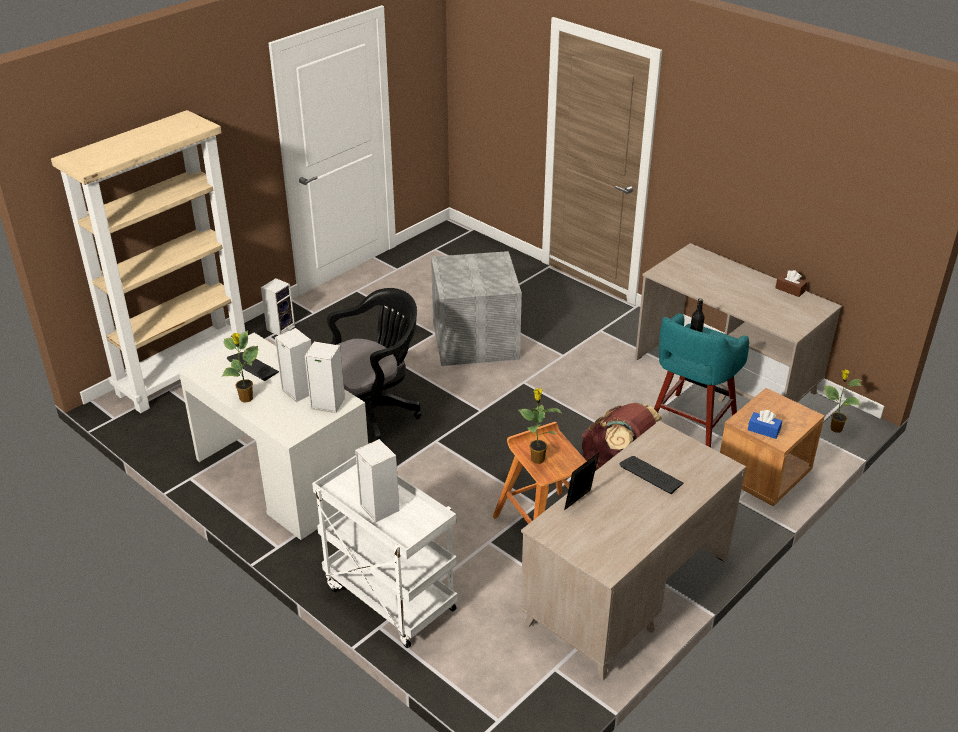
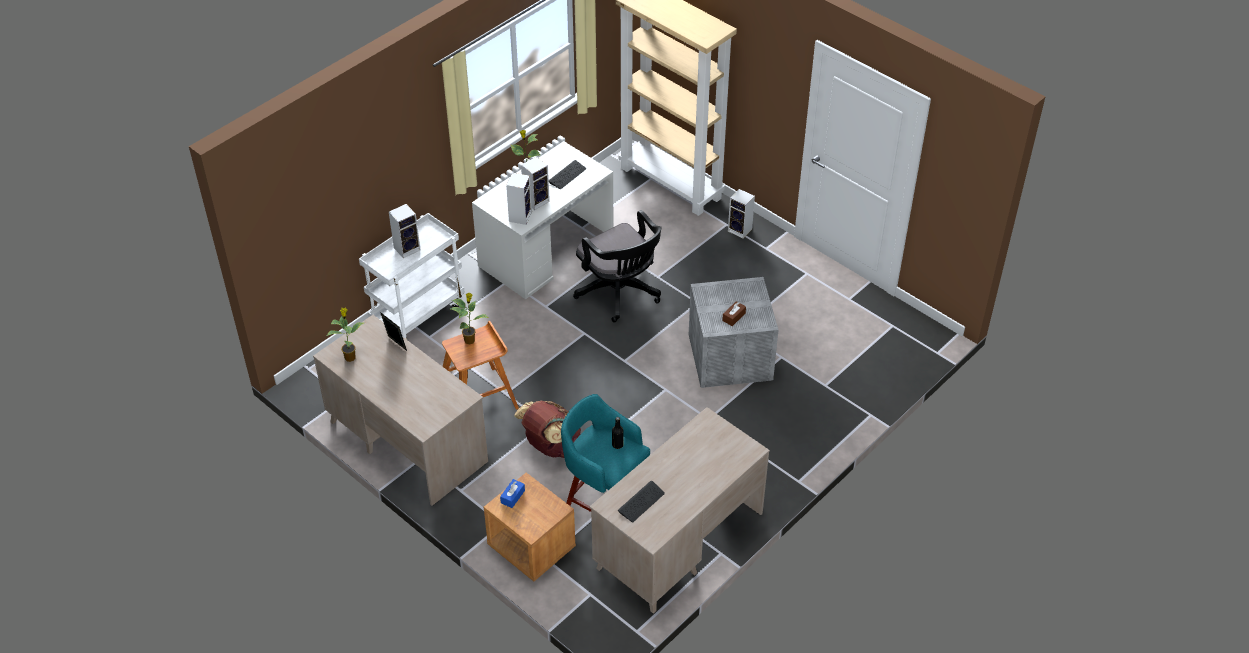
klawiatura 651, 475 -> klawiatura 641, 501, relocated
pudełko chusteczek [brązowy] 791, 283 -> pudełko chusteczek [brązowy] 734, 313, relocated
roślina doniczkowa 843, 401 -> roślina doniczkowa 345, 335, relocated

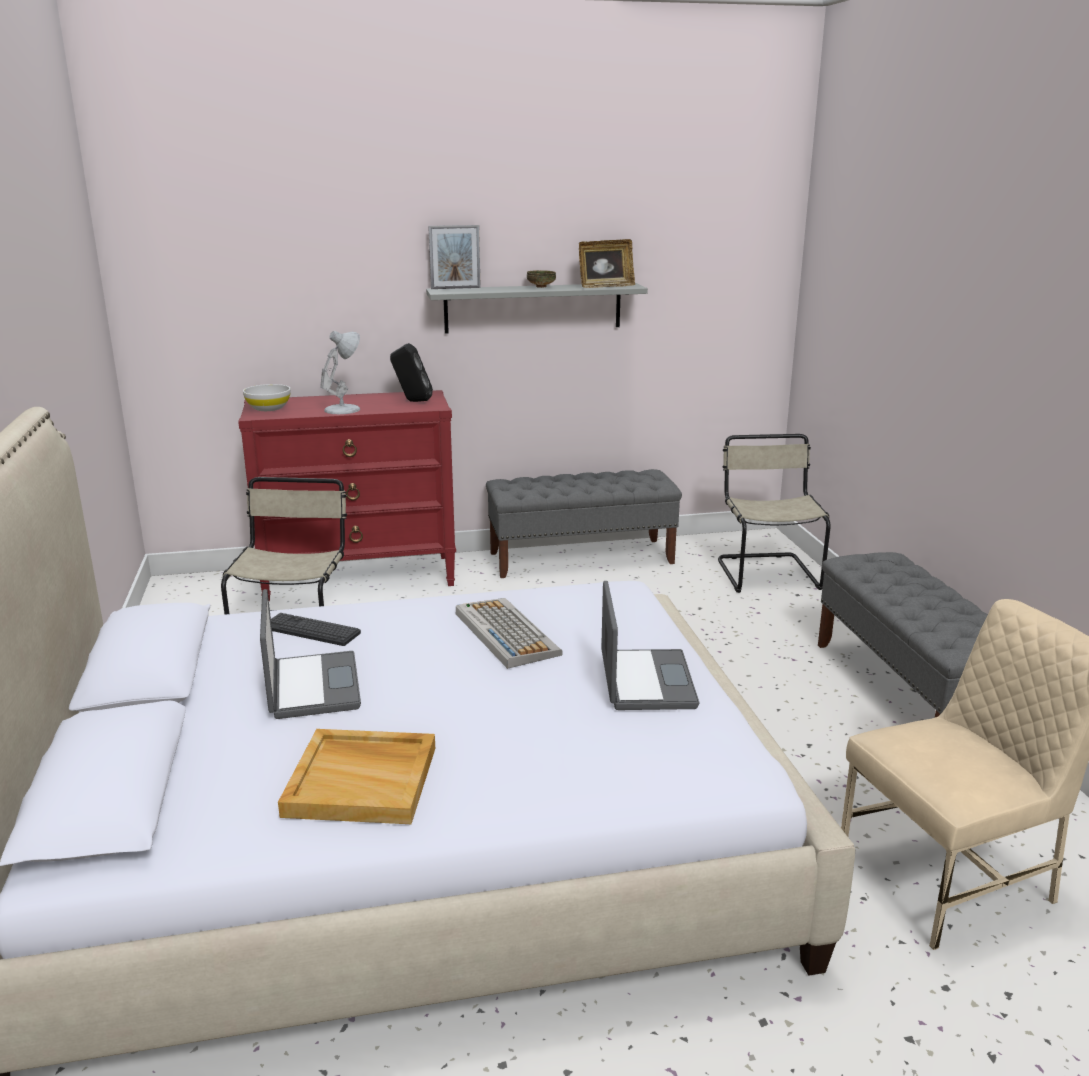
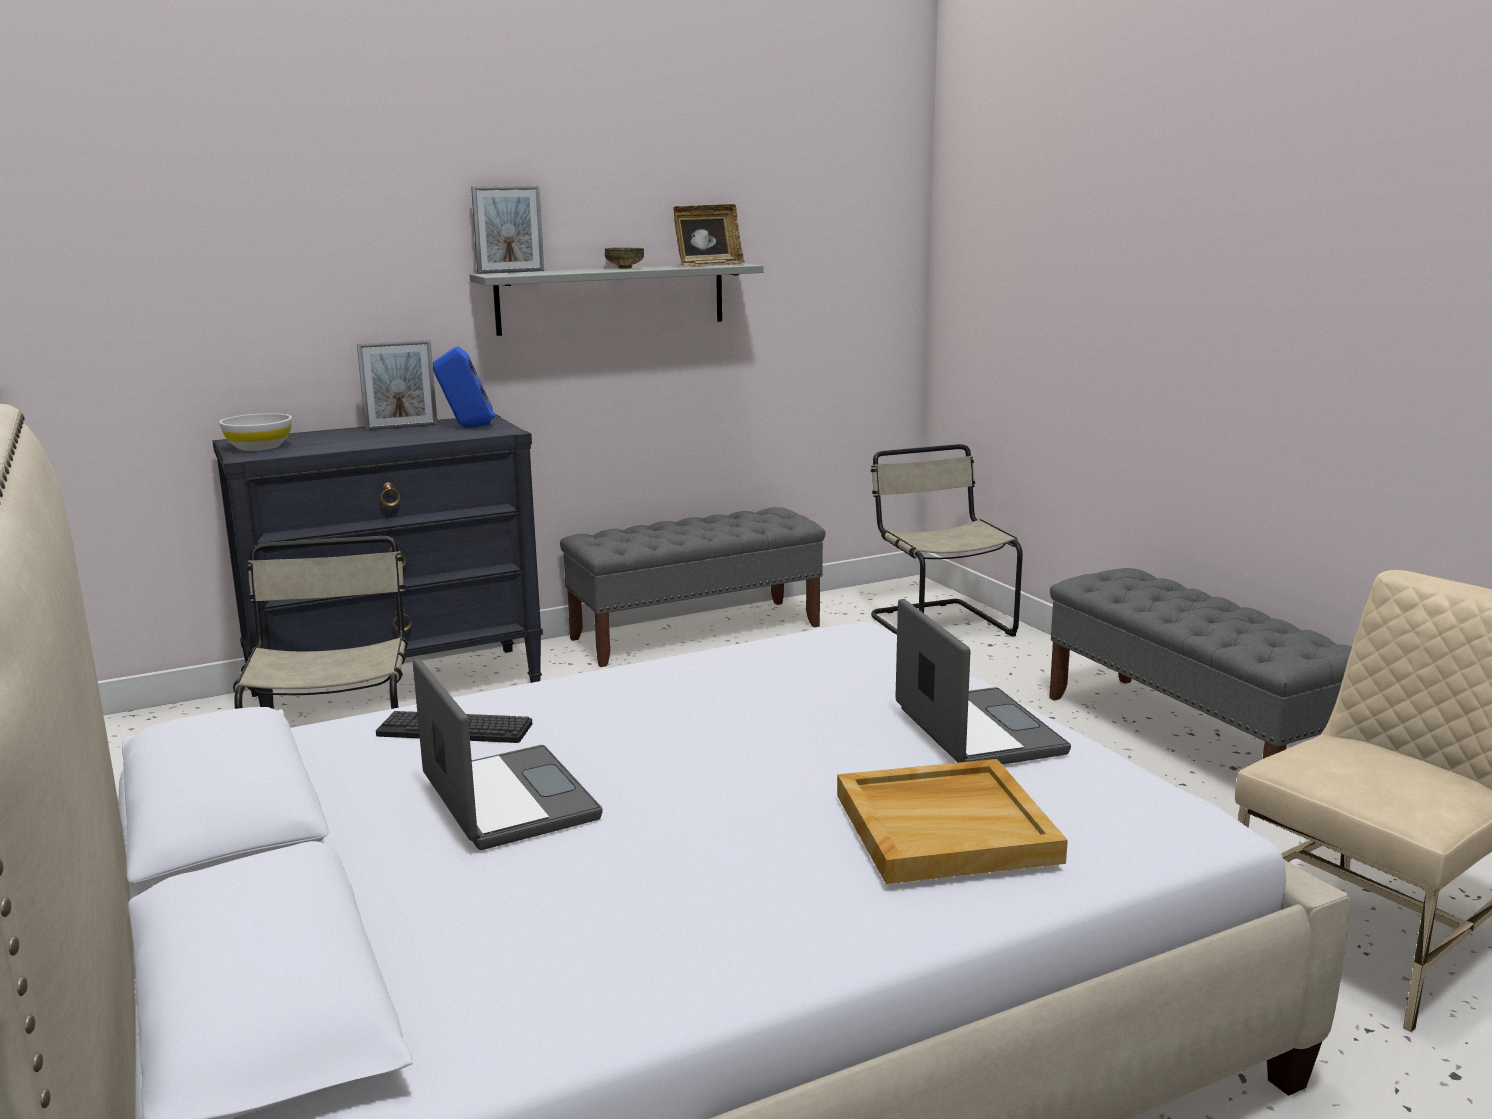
lampa stołowa [biały] 340, 372 -> none
klawiatura 509, 633 -> none
none -> ramka na zdjęcie 397, 385
taca [beżowy] 356, 776 -> taca [beżowy] 952, 821, relocated
komoda [czerwony] 347, 495 -> komoda [czarny] 378, 561
głośnik [czarny] 411, 372 -> głośnik [niebieski] 464, 387

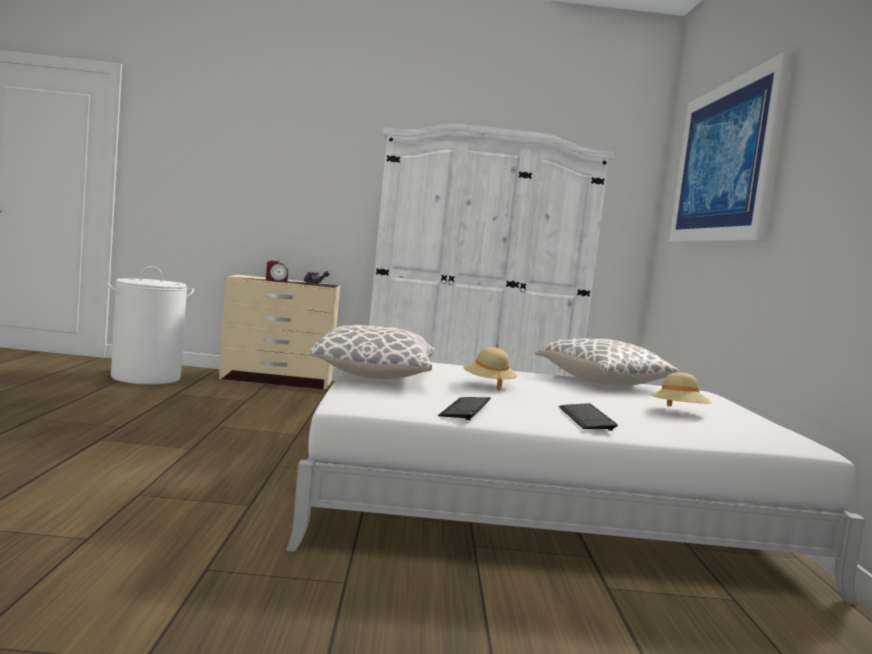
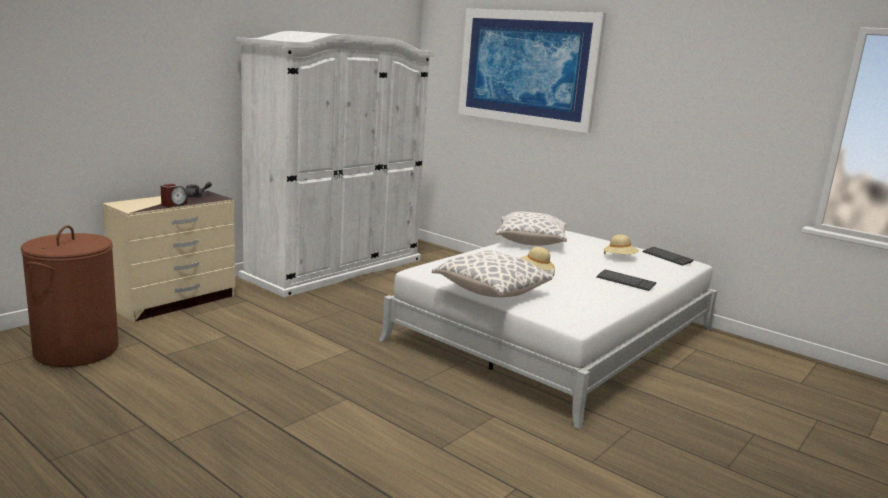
klawiatura 464, 408 -> klawiatura 668, 256, relocated
kosz na pranie [biały] 150, 325 -> kosz na pranie [brązowy] 70, 296

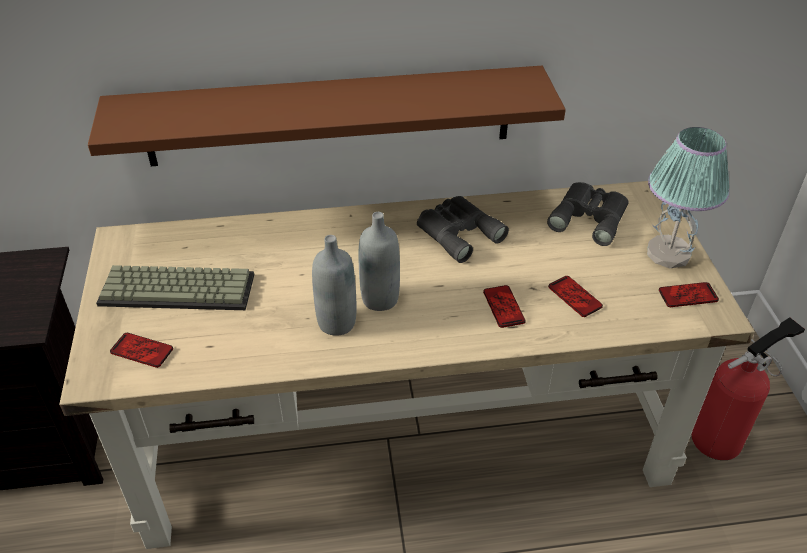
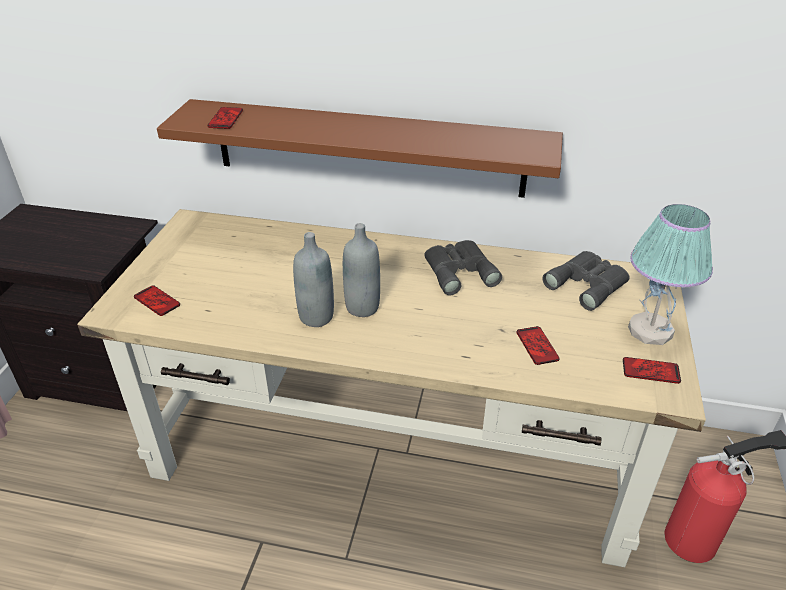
klawiatura 175, 287 -> none
telefon 504, 306 -> telefon 225, 118, relocated

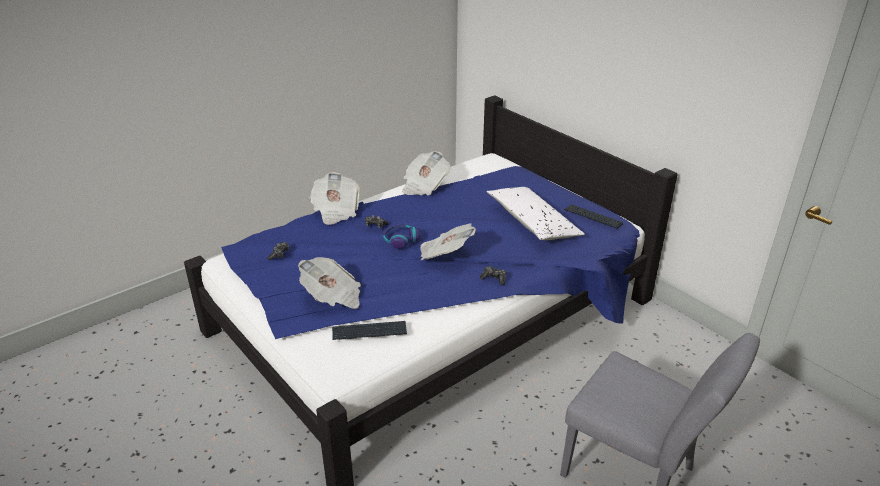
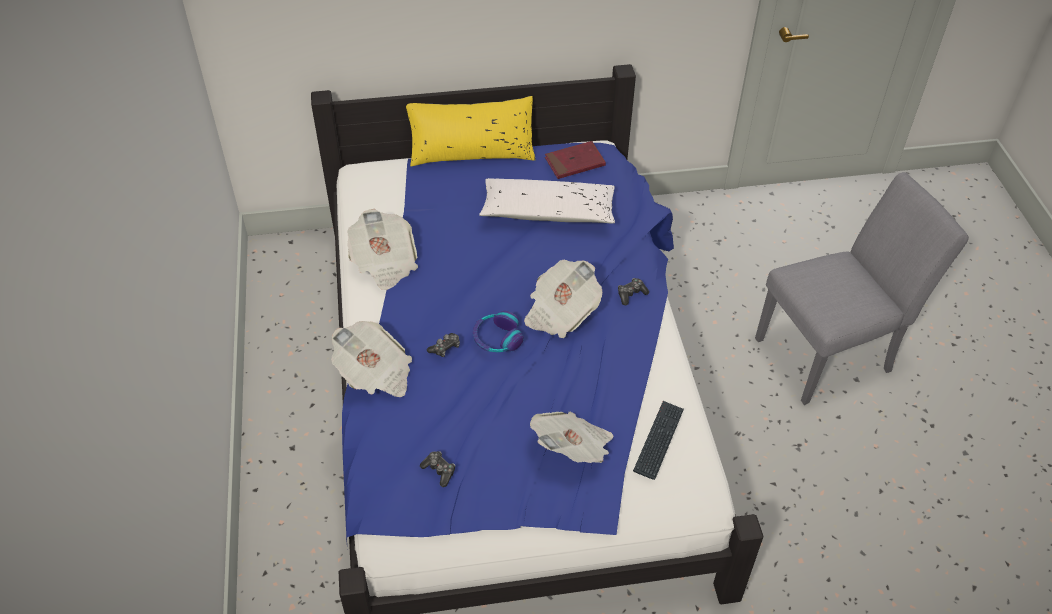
none -> poduszka [żółty] 471, 131
klawiatura 593, 216 -> książka [czerwony] 575, 160

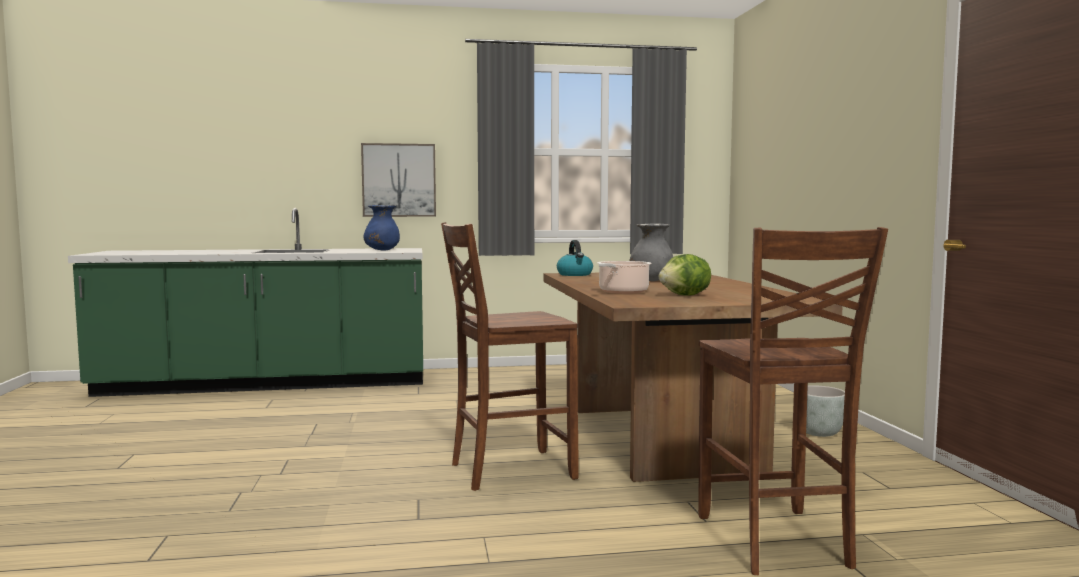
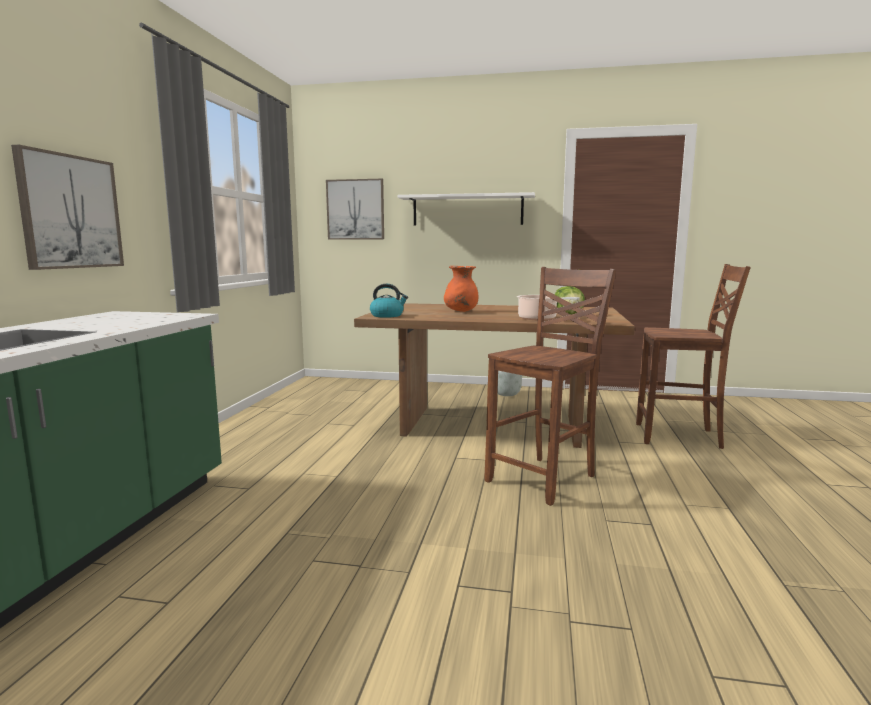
wazon [niebieski] 381, 228 -> none
none -> obraz 355, 209
none -> półka [biały] 466, 209
wazon [szary] 651, 252 -> wazon [pomarańczowy] 461, 289
krzesło [brązowy] 510, 356 -> krzesło [brązowy] 550, 386, 135 degrees counterclockwise

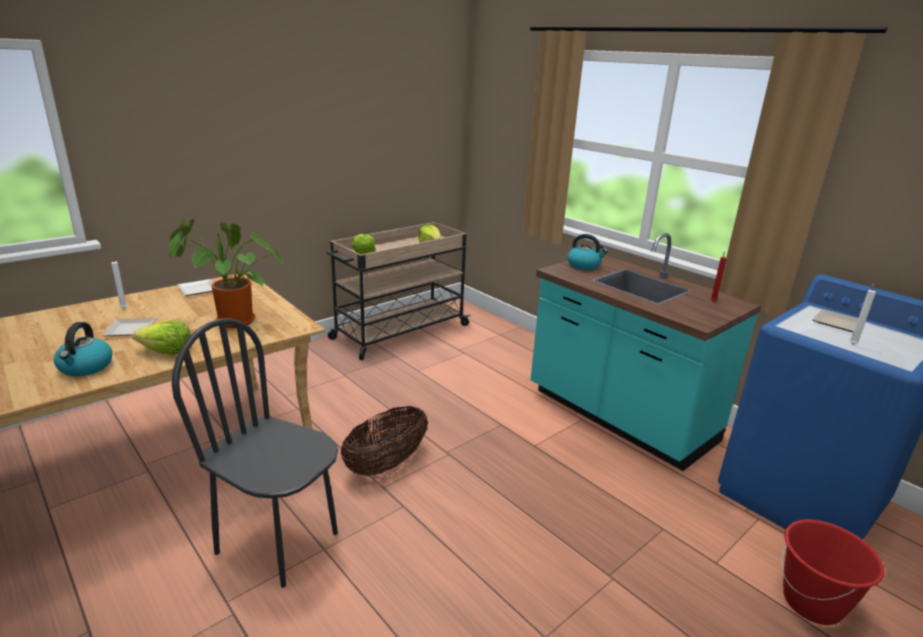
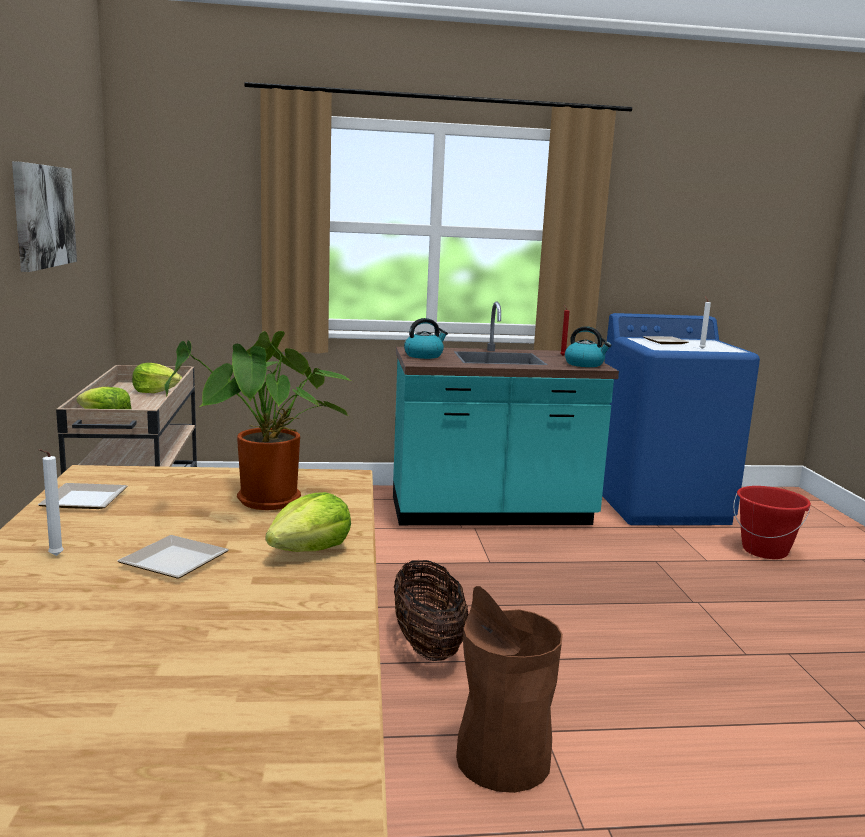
none -> obraz 44, 216
czajnik 83, 349 -> czajnik 588, 346, relocated
krzesło [czarny] 255, 453 -> kosz na śmieci [brązowy] 509, 689

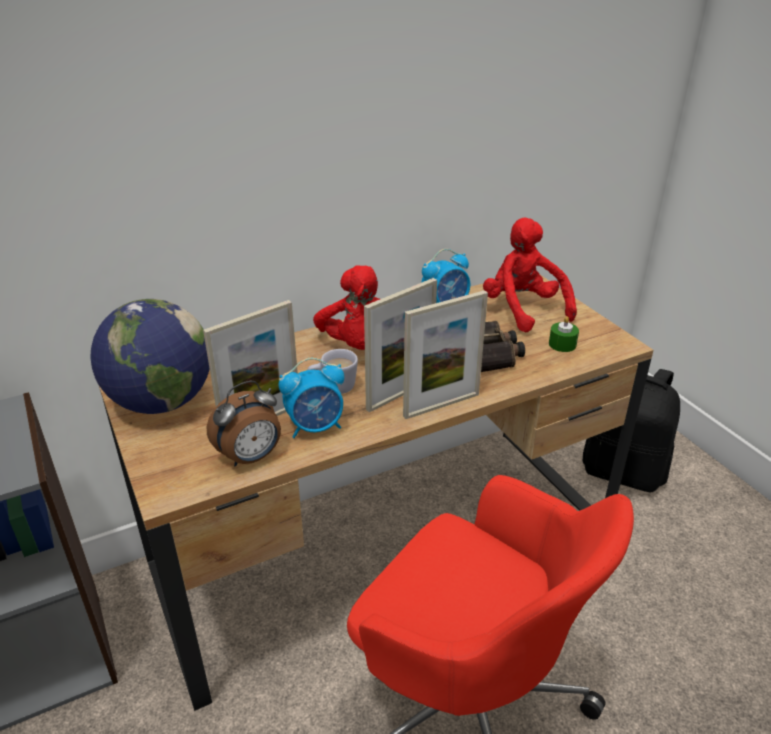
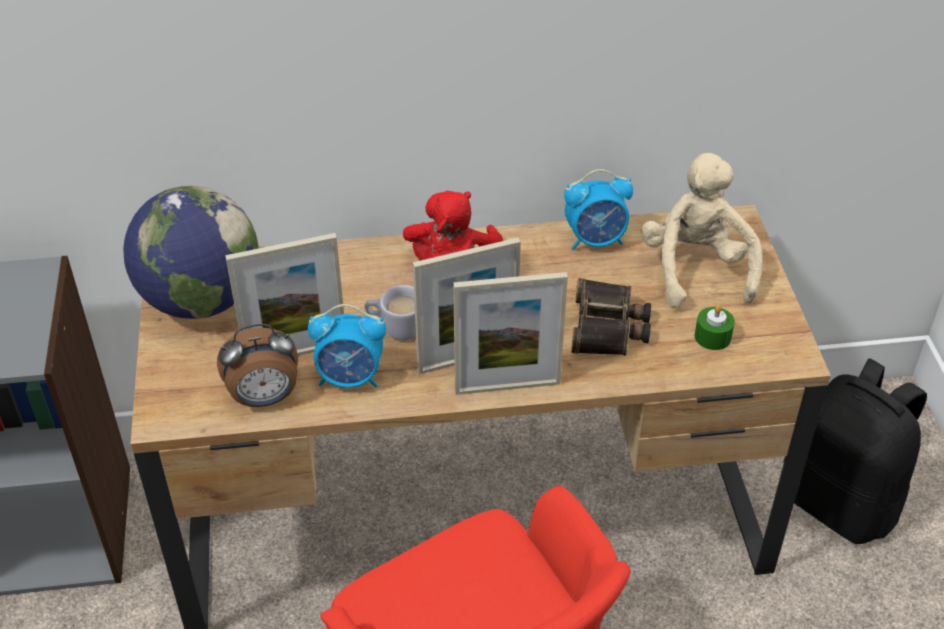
pluszak [czerwony] 530, 275 -> pluszak [beżowy] 702, 230

